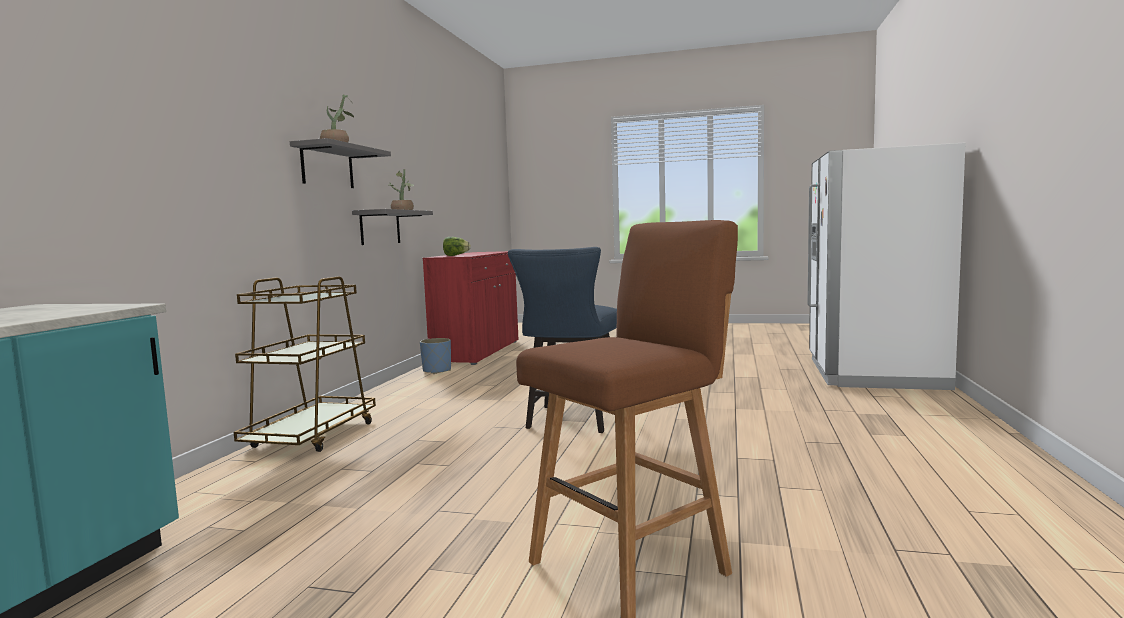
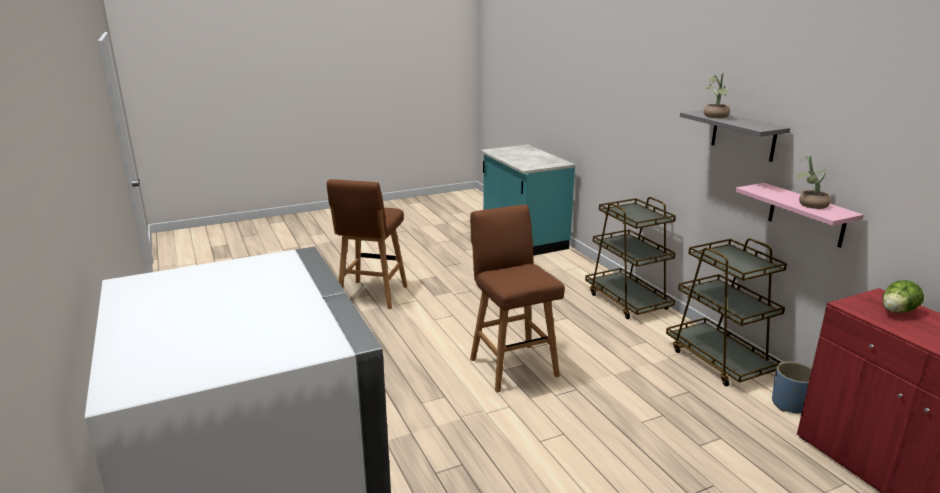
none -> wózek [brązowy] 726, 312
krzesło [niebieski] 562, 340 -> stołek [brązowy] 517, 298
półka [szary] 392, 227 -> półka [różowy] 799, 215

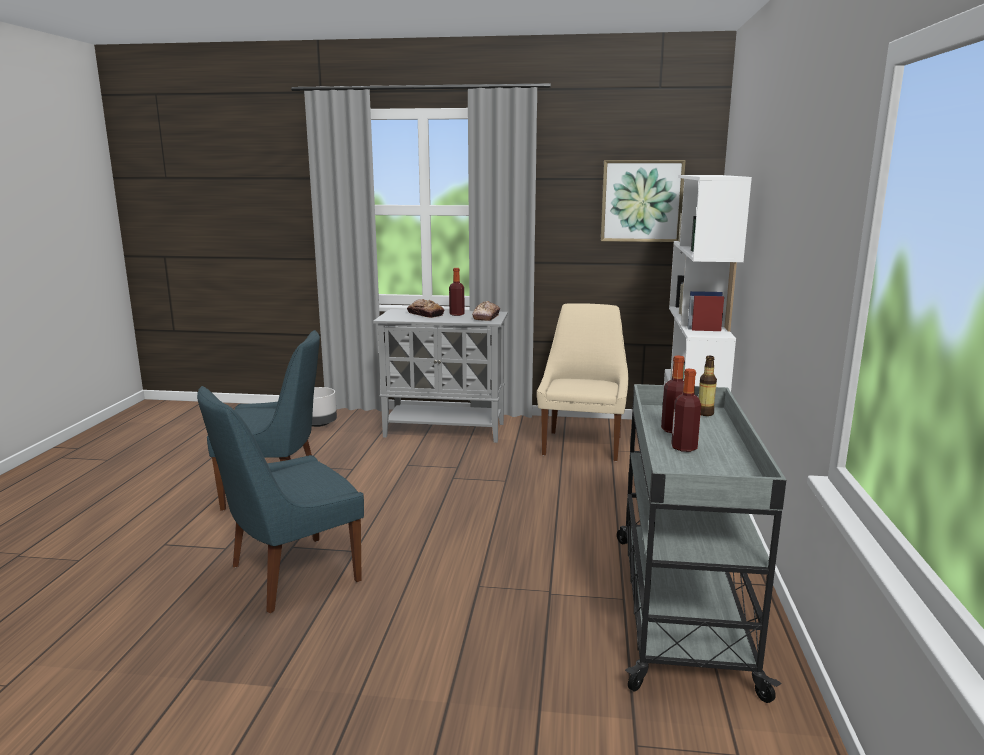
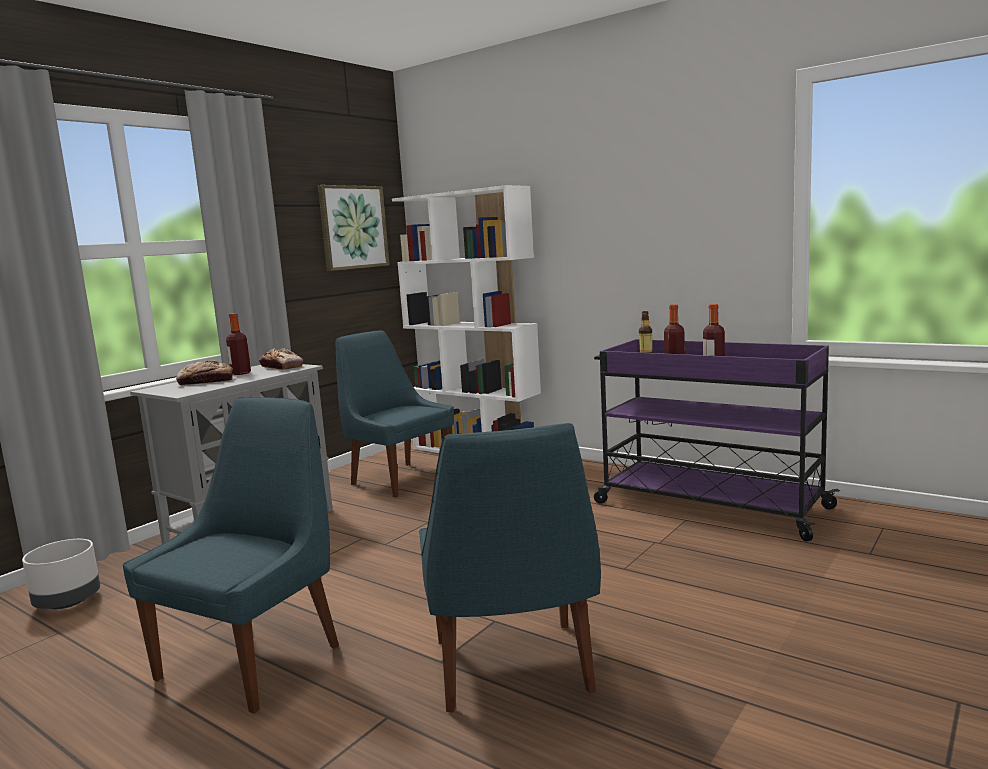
krzesło [beżowy] 582, 382 -> krzesło [niebieski] 395, 414
wózek [szary] 701, 543 -> wózek [fioletowy] 717, 440

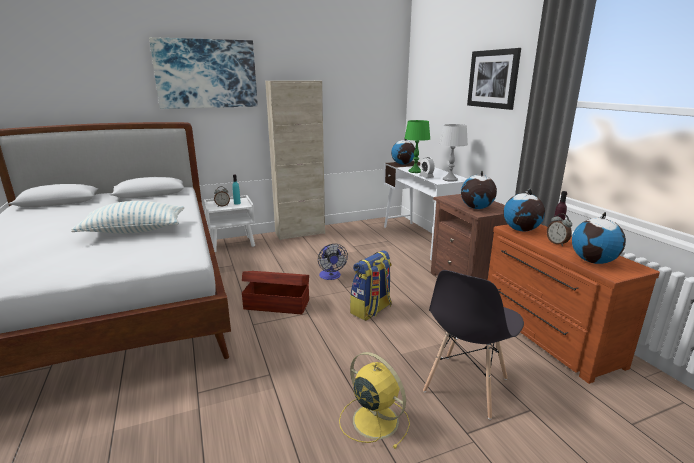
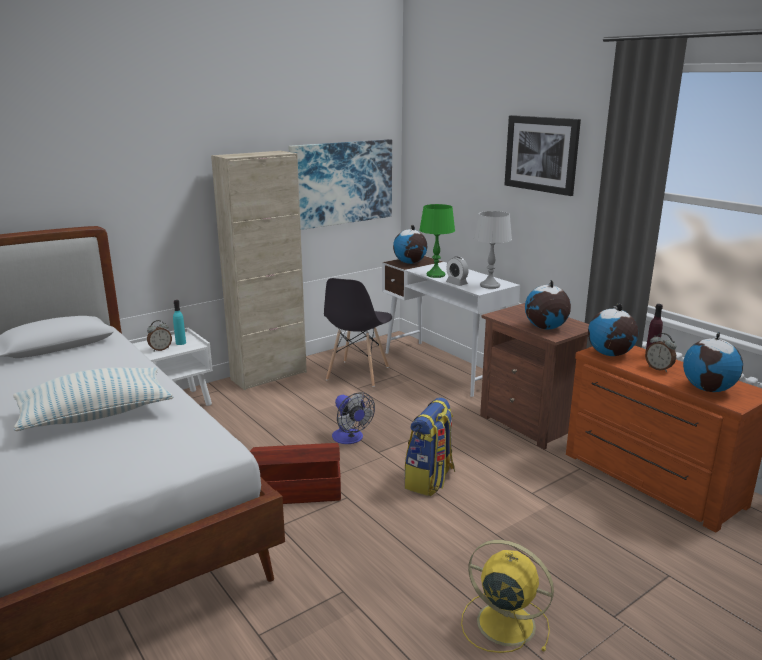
obraz 203, 73 -> obraz 340, 184, relocated
krzesło [szary] 473, 345 -> krzesło [szary] 358, 332, relocated

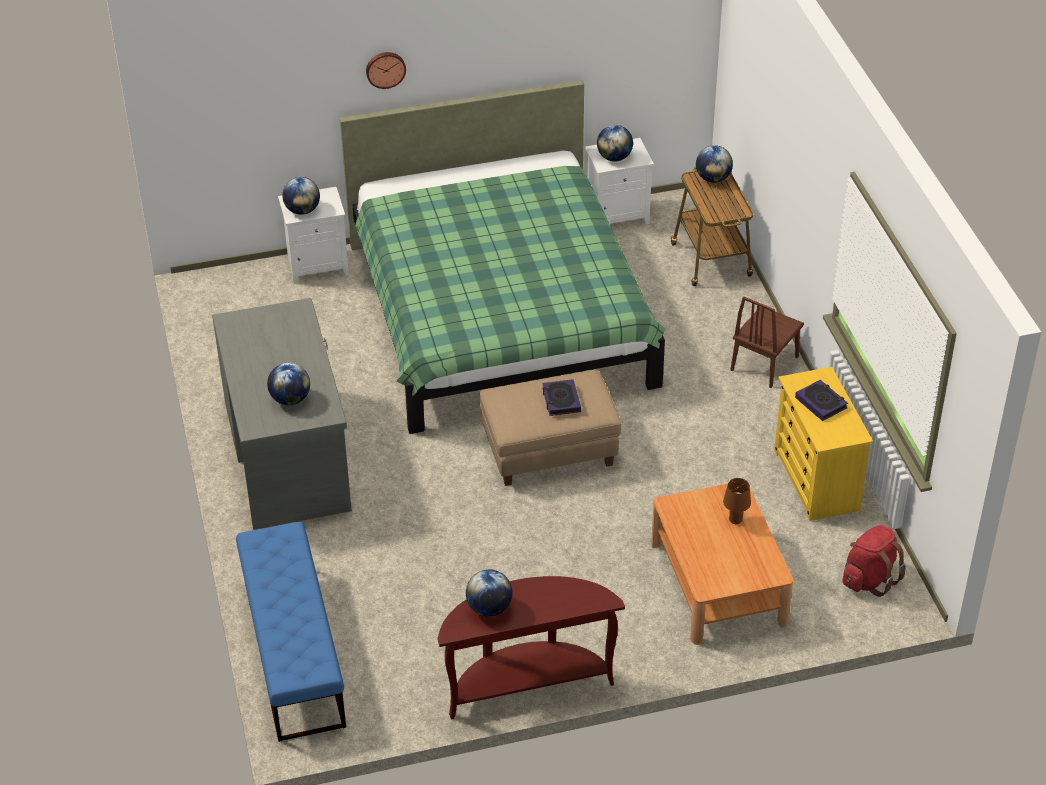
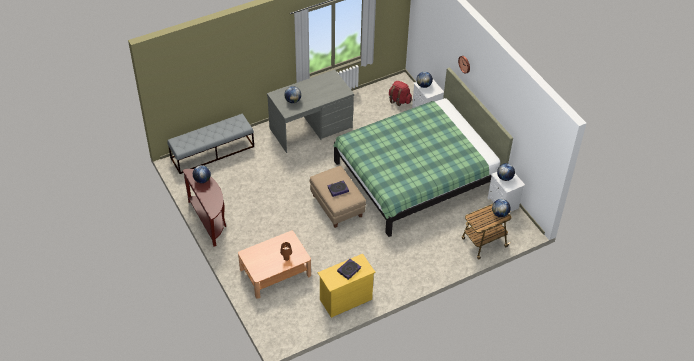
krzesło [brązowy] 767, 342 -> none
plecak [czerwony] 874, 561 -> plecak [czerwony] 400, 93, relocated
ławka [niebieski] 291, 632 -> ławka [szary] 210, 144

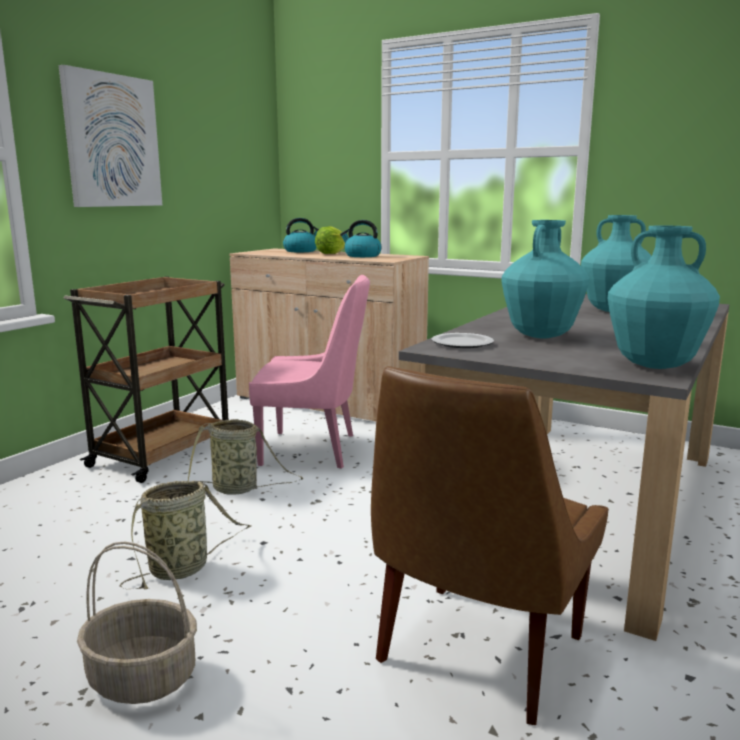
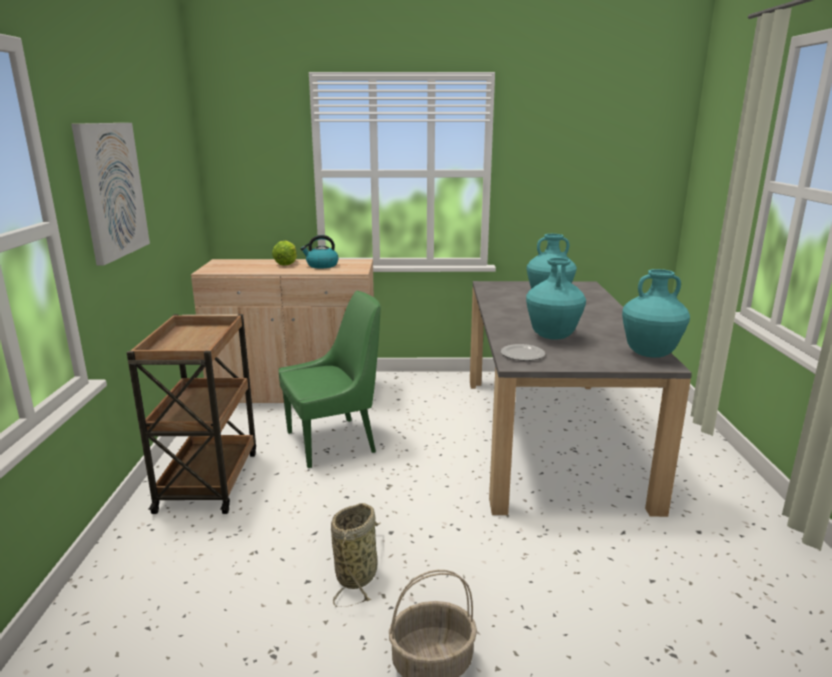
koszyk 245, 457 -> none
czajnik 301, 235 -> none
krzesło [brązowy] 490, 545 -> none
krzesło [różowy] 309, 372 -> krzesło [zielony] 330, 379

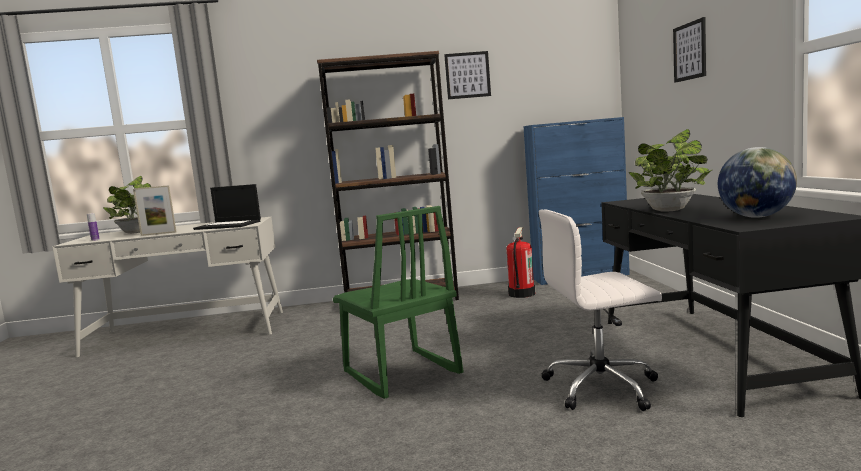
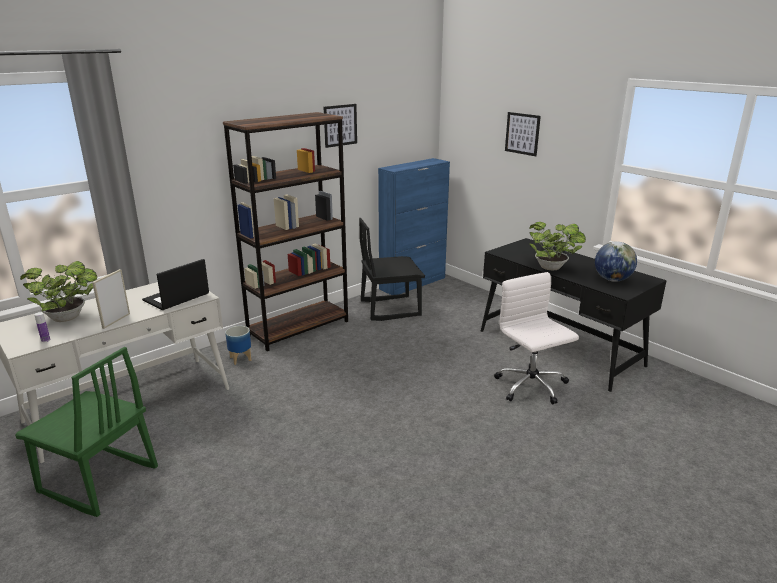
none -> donica 238, 345
krzesło [zielony] 398, 302 -> krzesło [zielony] 86, 432, relocated
gaśnica 521, 262 -> krzesło [czarny] 392, 269
ramka na zdjęcie 155, 210 -> ramka na zdjęcie 111, 299, 150 degrees clockwise
laptop 227, 207 -> laptop 175, 284, 150 degrees clockwise
krzesło biurowe [biały] 600, 310 -> krzesło biurowe [biały] 536, 338, 105 degrees clockwise

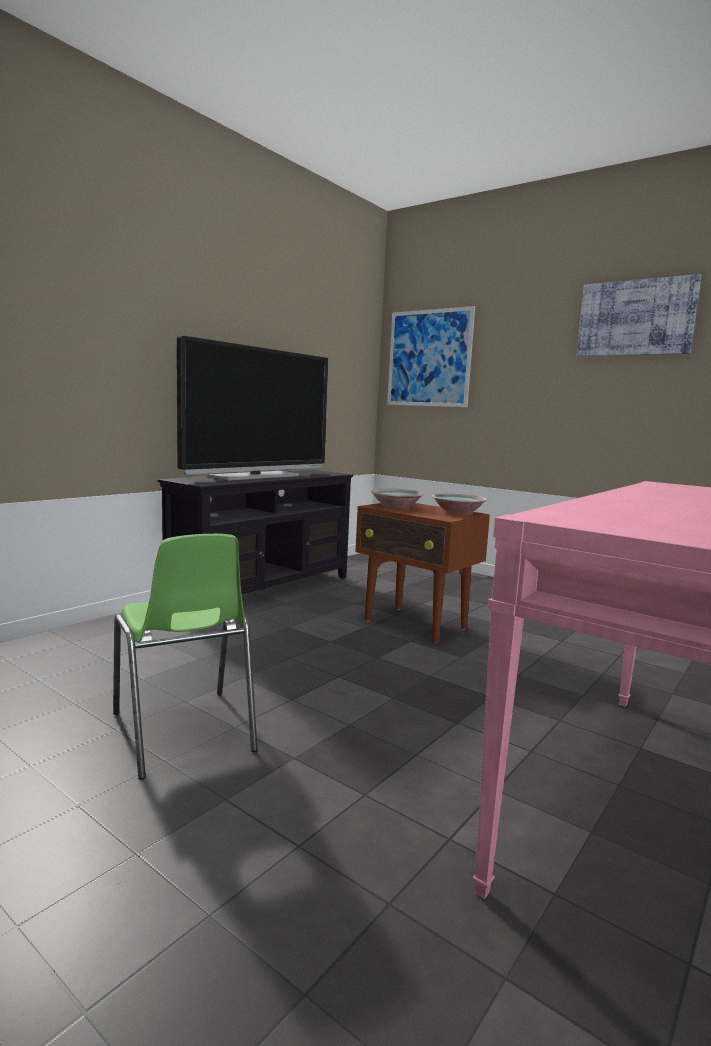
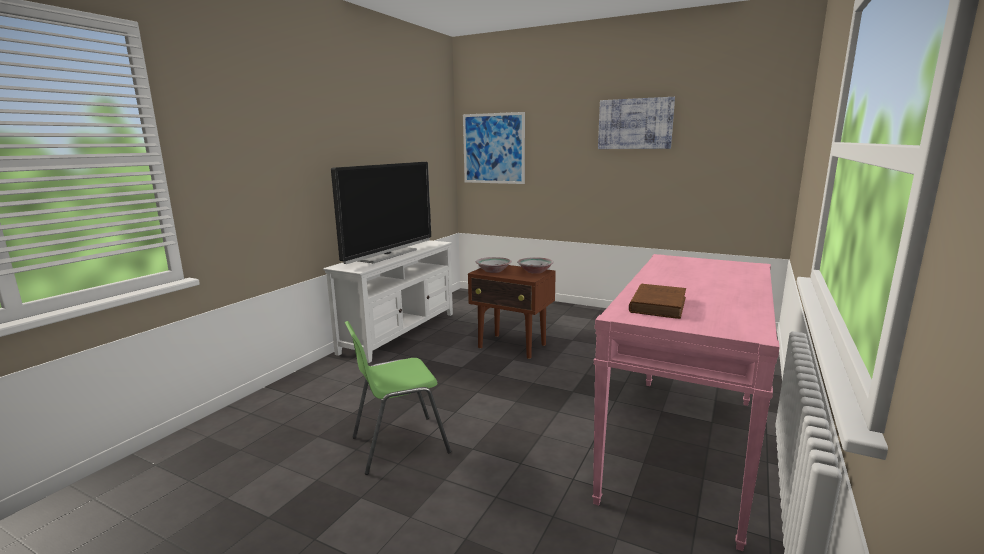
none -> książka [brązowy] 657, 301
szafka pod telewizor [czarny] 255, 532 -> szafka pod telewizor [biały] 388, 301
krzesło [zielony] 185, 657 -> krzesło [zielony] 398, 398, 105 degrees clockwise

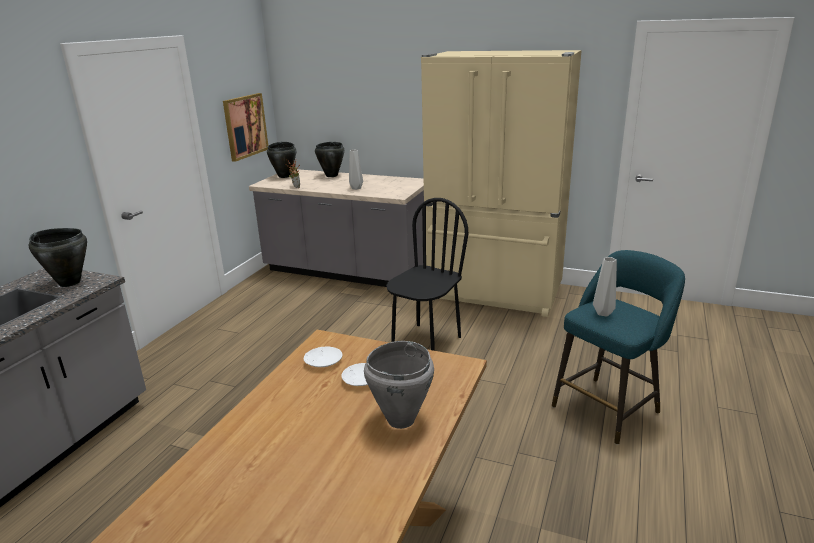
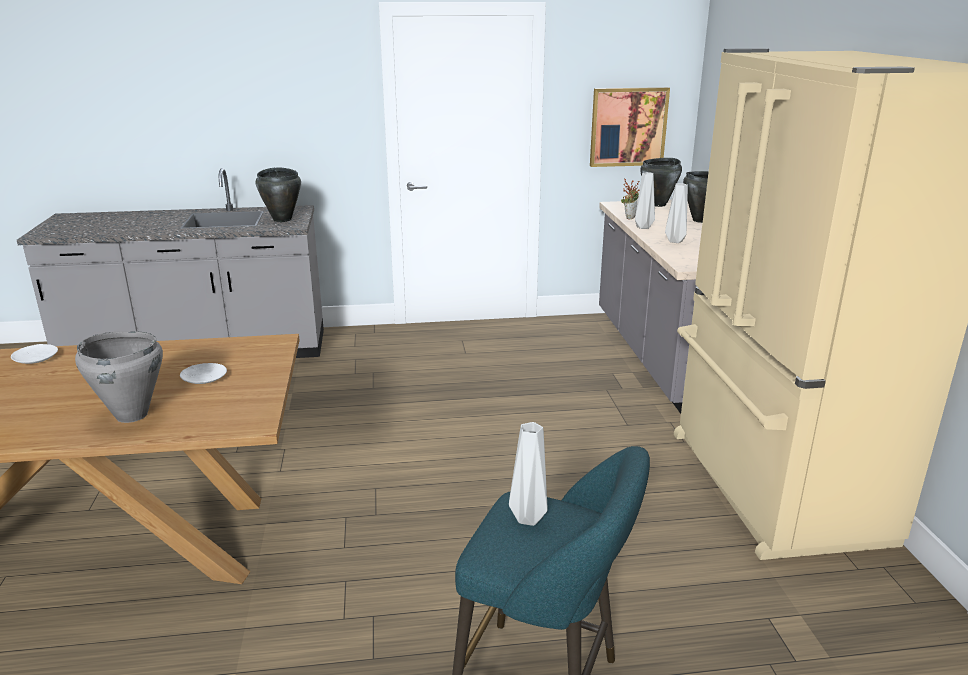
krzesło [czarny] 427, 274 -> none
none -> wazon [szary] 645, 200
talerz [biały] 323, 356 -> talerz [biały] 34, 354, relocated

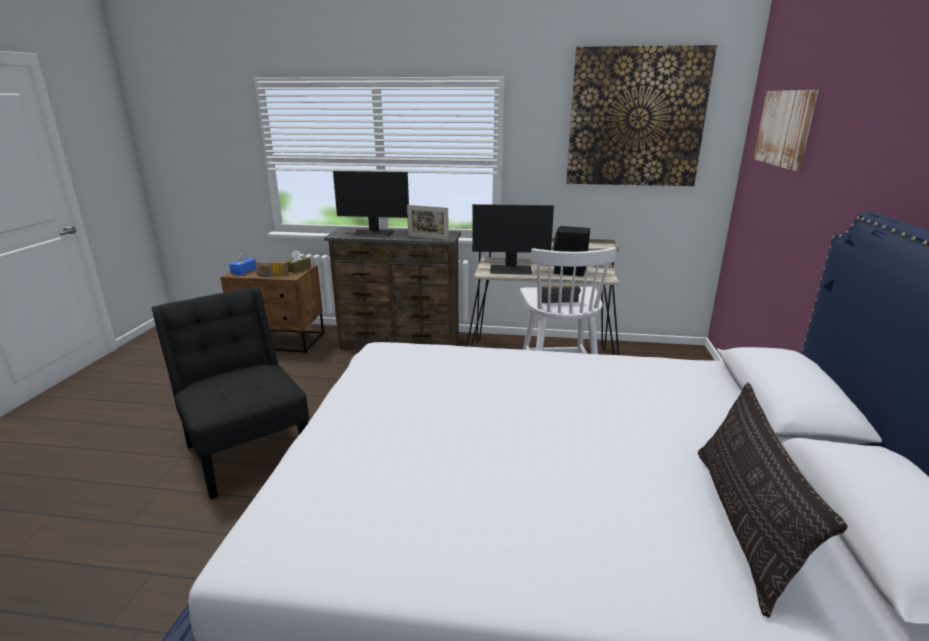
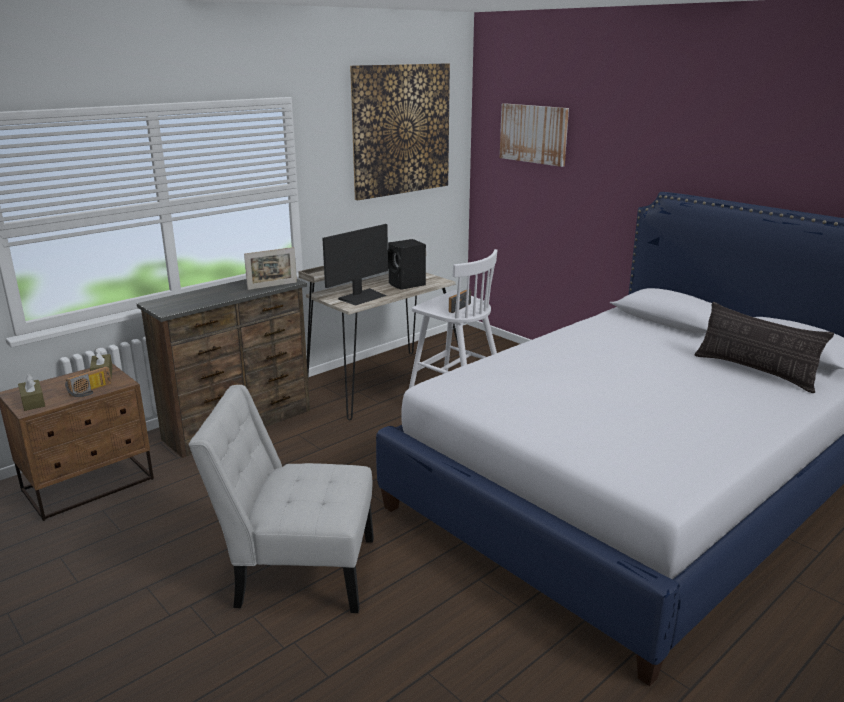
monitor 371, 204 -> none
krzesło [czarny] 230, 393 -> krzesło [biały] 281, 499
pudełko chusteczek [niebieski] 242, 263 -> pudełko chusteczek [brązowy] 31, 392

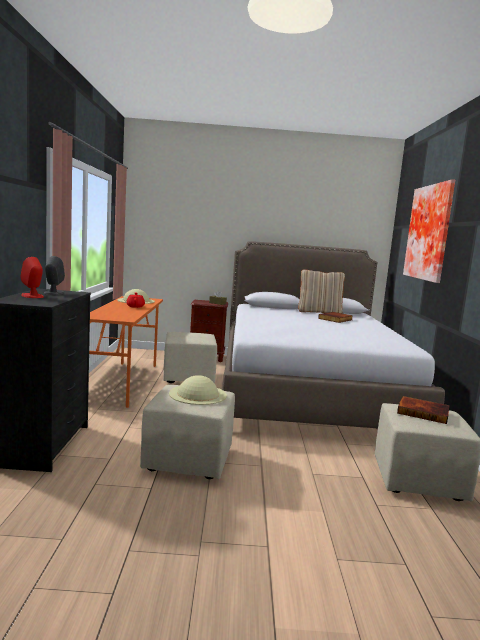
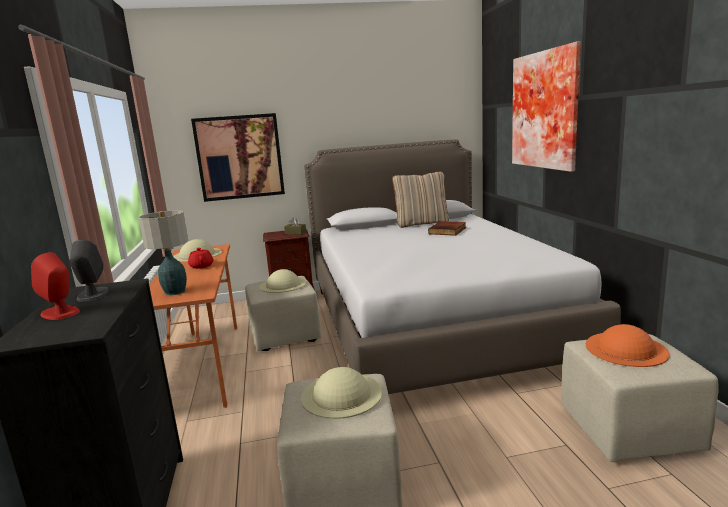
none -> lampa stołowa 163, 252
none -> obraz 238, 157
none -> kapelusz [beżowy] 283, 281
książka 423, 410 -> kapelusz [pomarańczowy] 628, 345

